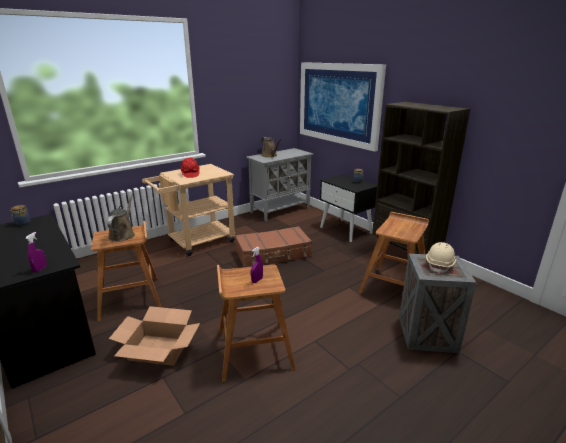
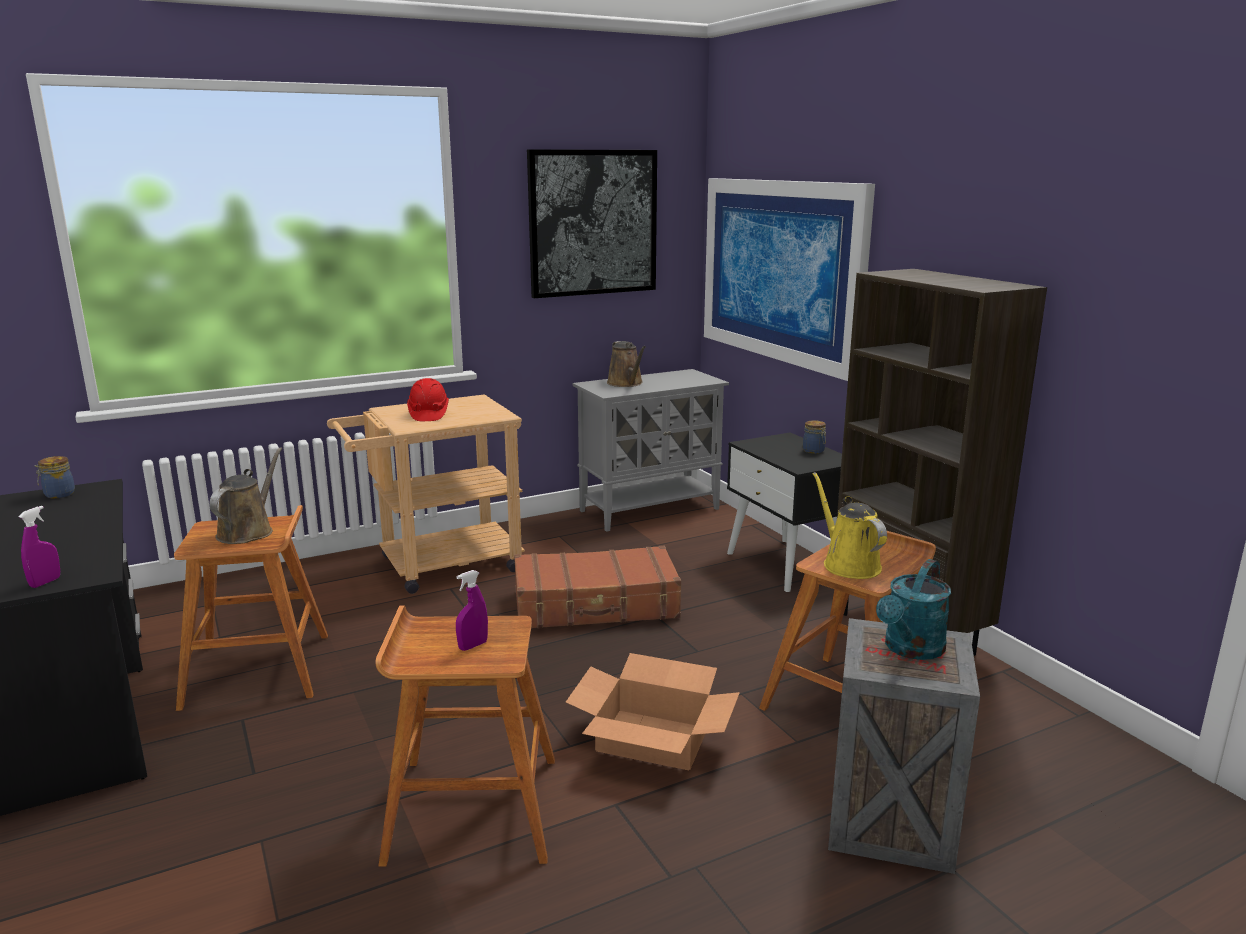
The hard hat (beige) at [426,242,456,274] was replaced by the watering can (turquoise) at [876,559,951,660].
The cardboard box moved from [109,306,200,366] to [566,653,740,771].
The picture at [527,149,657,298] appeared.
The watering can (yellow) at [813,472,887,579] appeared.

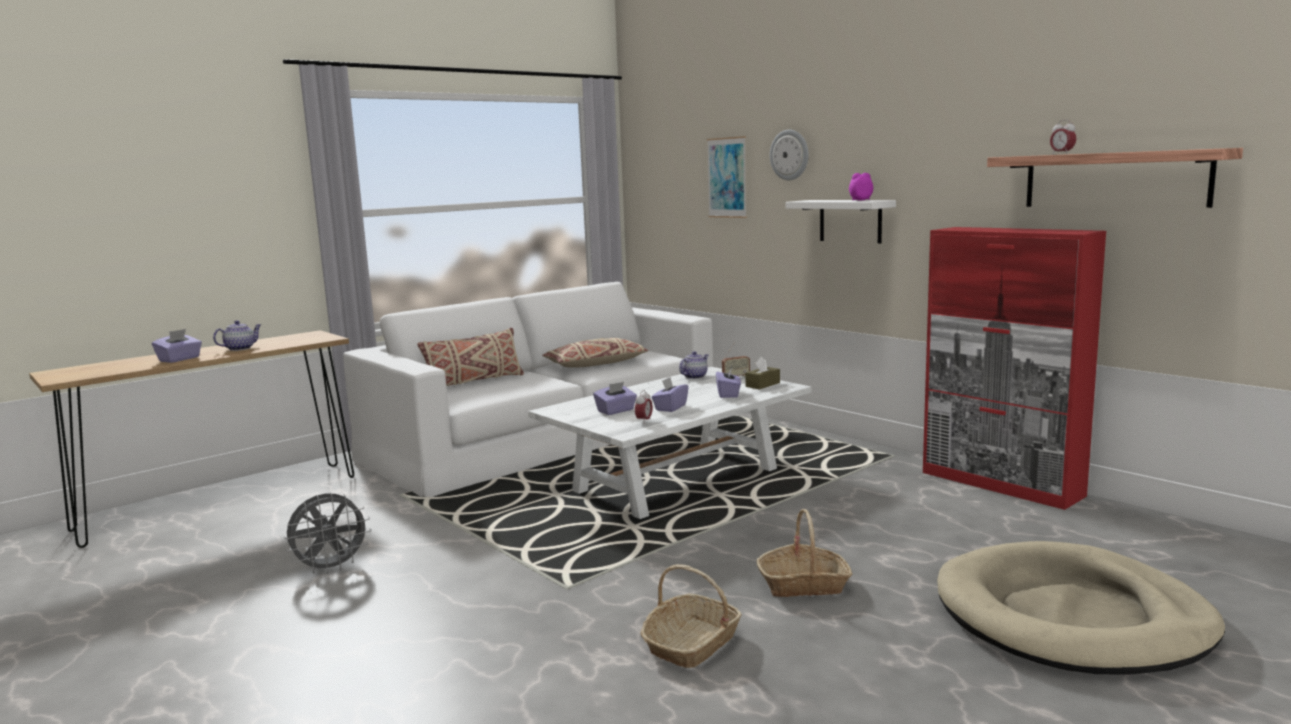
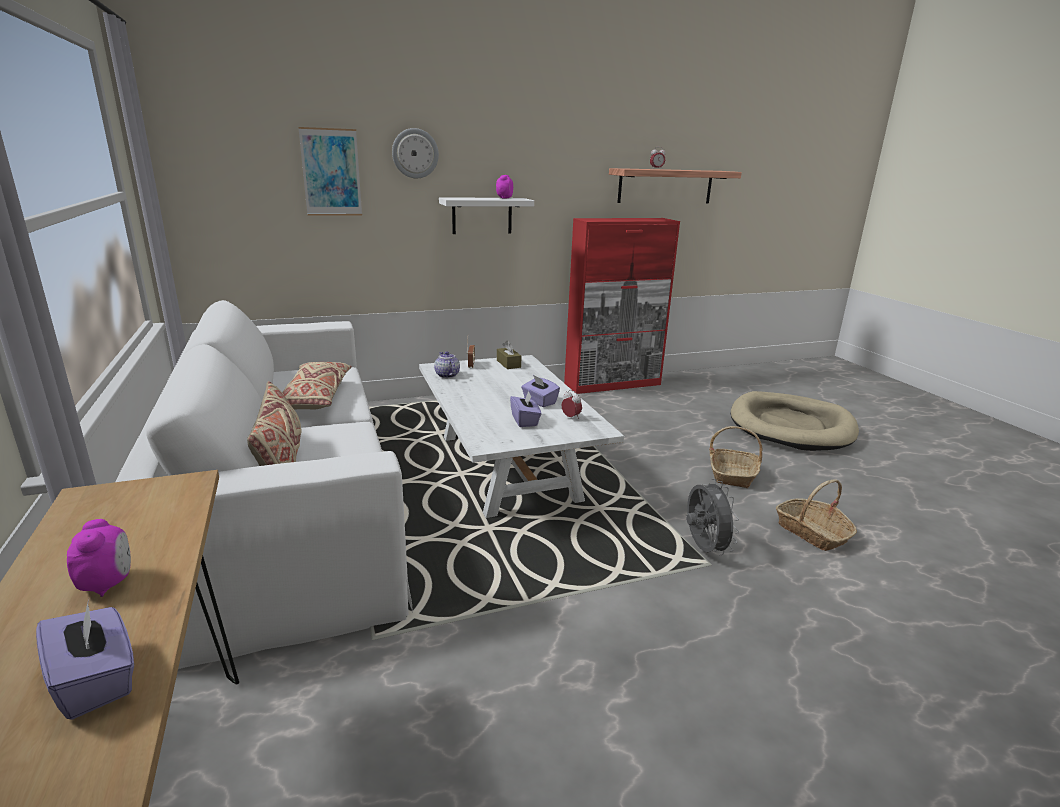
The teapot at [213,320,261,351] was replaced by the alarm clock at [67,519,131,597].
The tissue box (purple) at [716,366,741,398] disappeared.
The fan (grey) moved from [284,493,371,574] to [686,479,739,555].

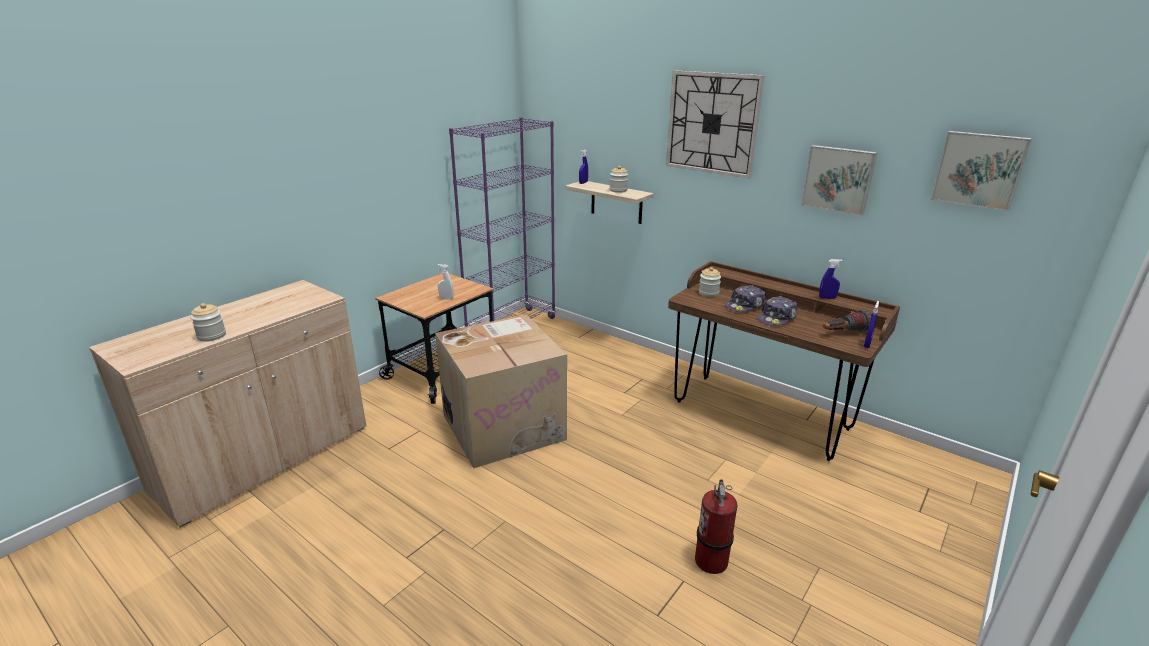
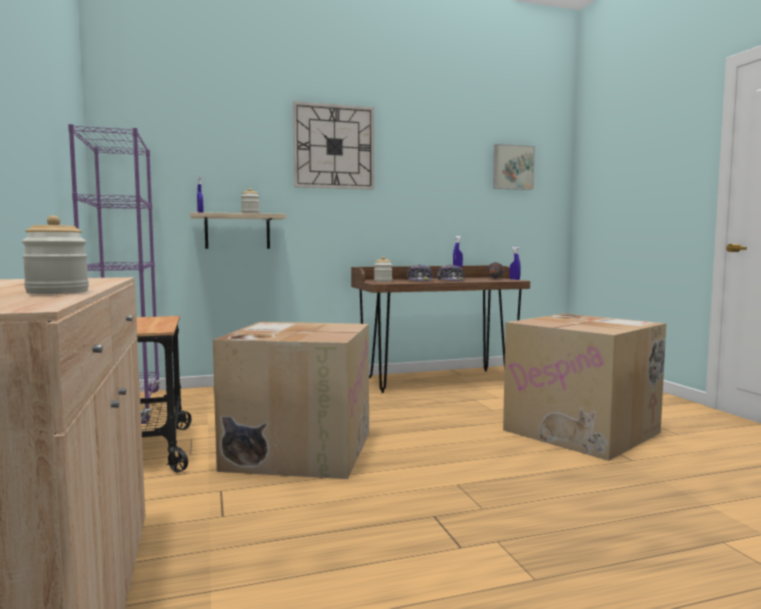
The picture at [801,145,877,216] disappeared.
The spray bottle (white) at [438,264,454,300] disappeared.
The fire extinguisher at [695,479,737,574] was replaced by the cardboard box at [503,313,666,461].

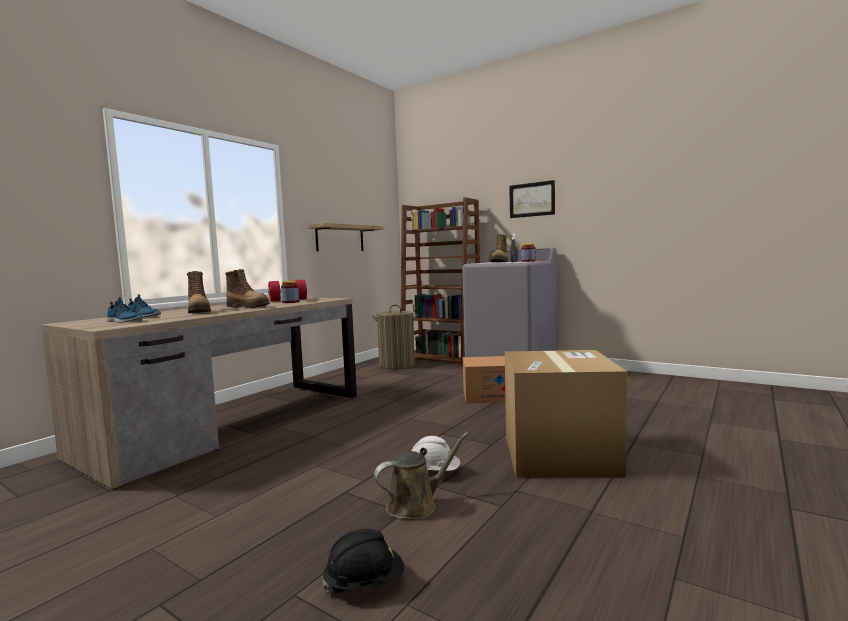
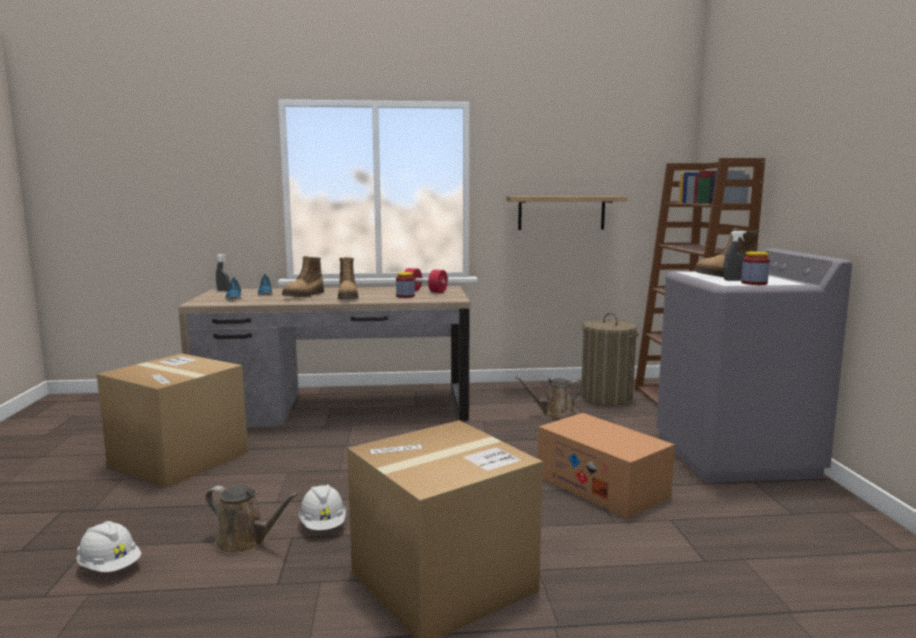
The picture at [509,180,555,218] disappeared.
The hard hat (black) at [323,529,404,594] became the hard hat (white) at [76,521,141,572].
The spray bottle (grey) at [216,254,230,291] appeared.
The cardboard box at [97,353,248,488] appeared.
The watering can (brown) at [515,377,584,419] appeared.

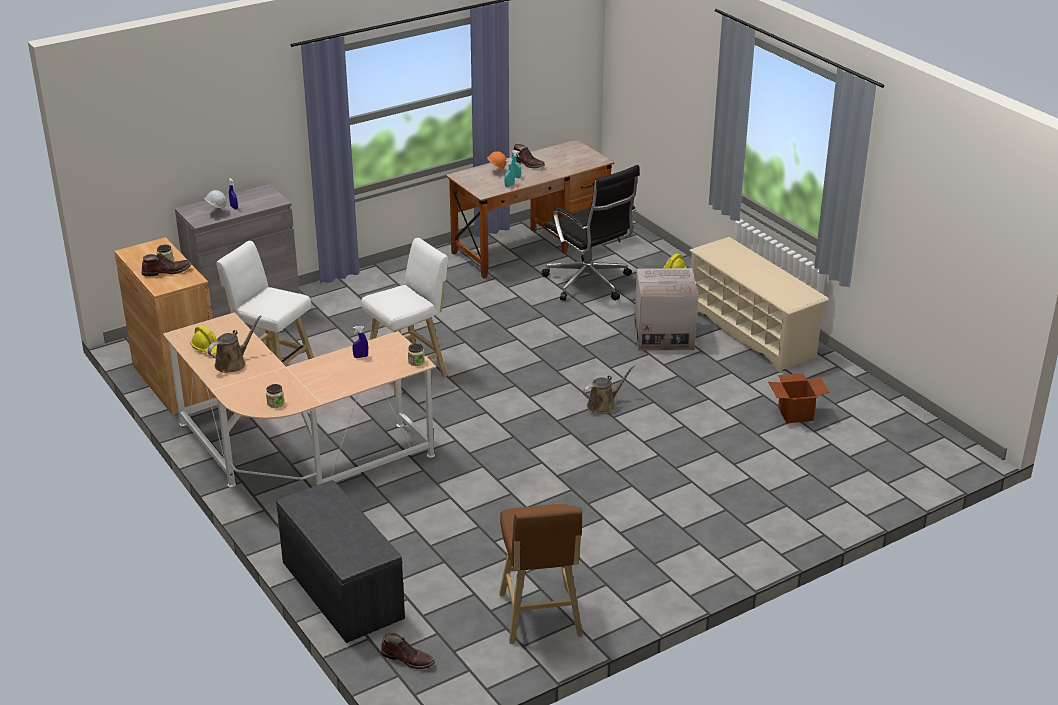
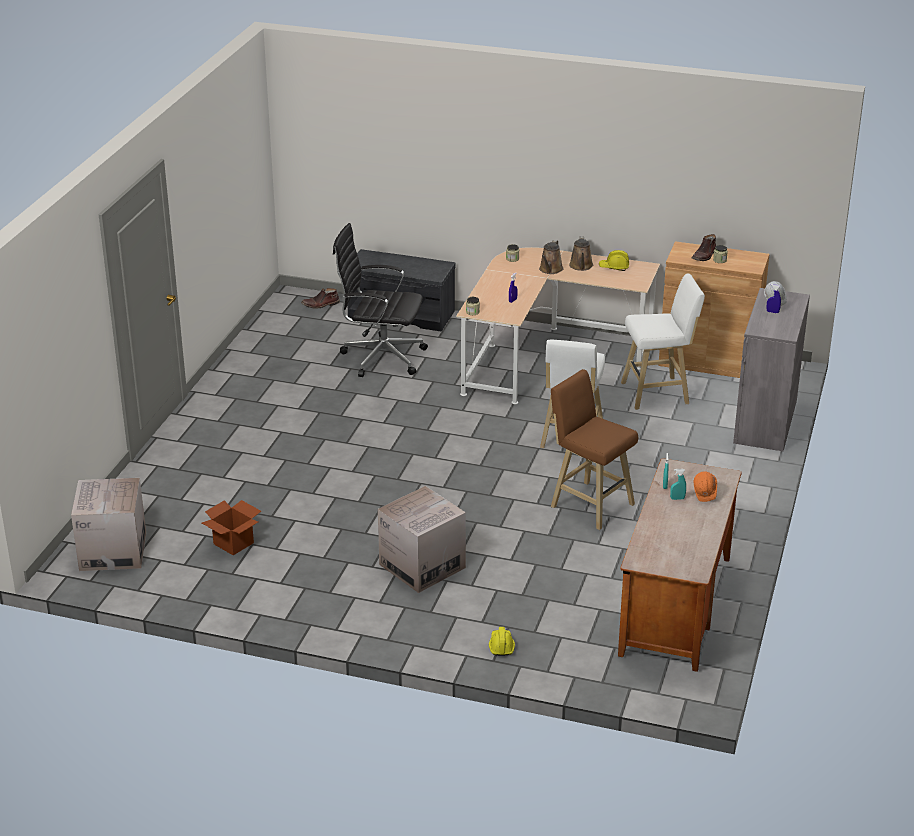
The boot (brown) at [512,144,545,168] disappeared.
The office chair (black) moved from [542,165,640,301] to [333,223,428,377].
The shoe rack (beige) at [689,237,829,373] disappeared.
The watering can (brown) moved from [583,365,635,413] to [539,240,563,274].
The stool (brown) moved from [499,504,583,644] to [551,369,638,530].
The cardboard box at [71,478,146,571] appeared.

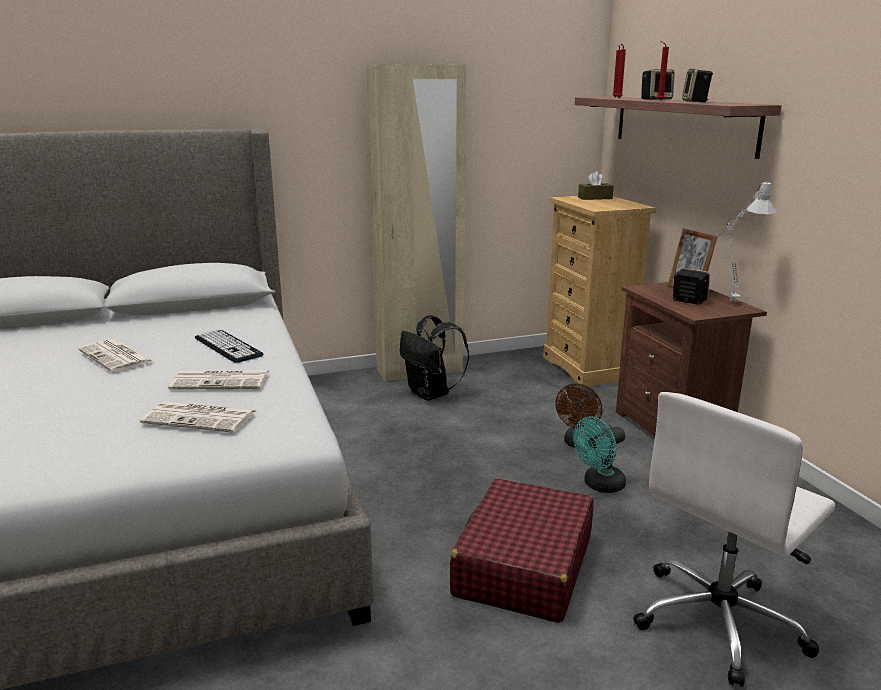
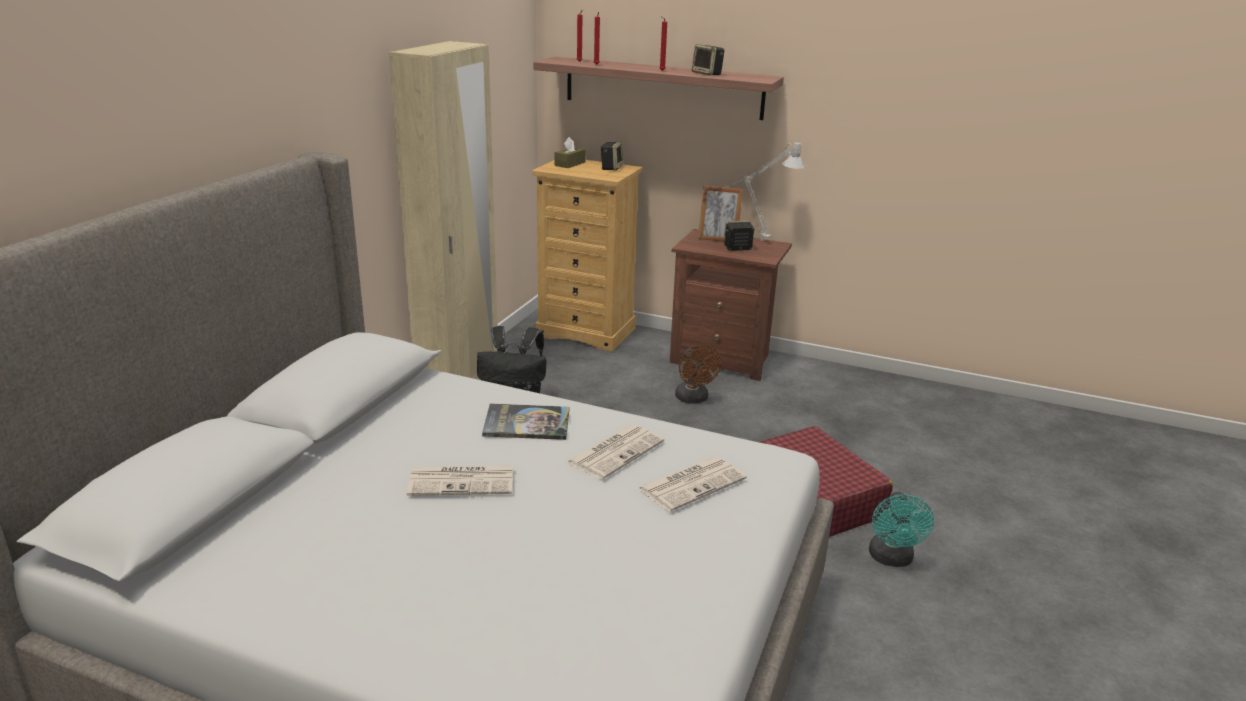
The speaker moved from [641,69,675,100] to [600,141,623,170].
The keyboard at [195,329,263,363] was replaced by the book at [482,404,569,440].
The office chair (white) at [633,392,836,687] disappeared.
The fan (turquoise) moved from [573,416,626,493] to [869,492,934,567].

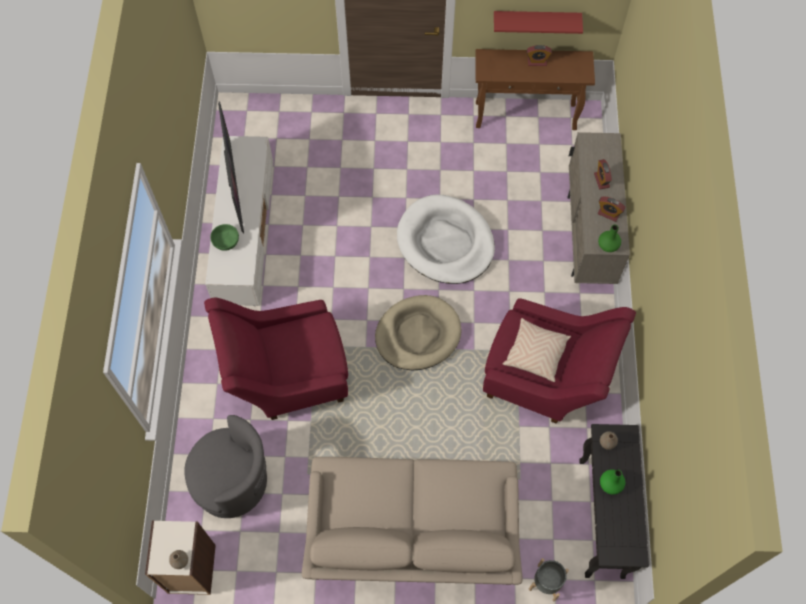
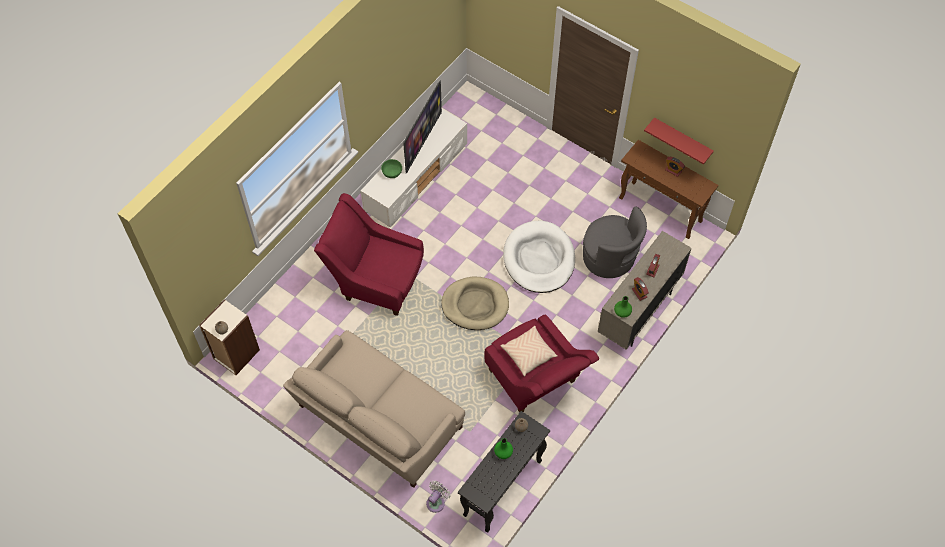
The armchair (grey) moved from [184,415,267,518] to [583,206,647,278].
The planter (grey) at [529,558,569,601] was replaced by the fan (white) at [426,481,451,513].

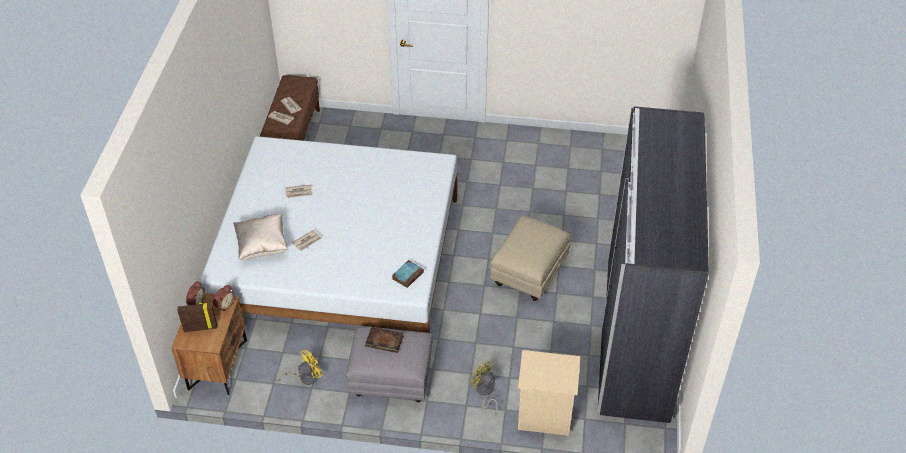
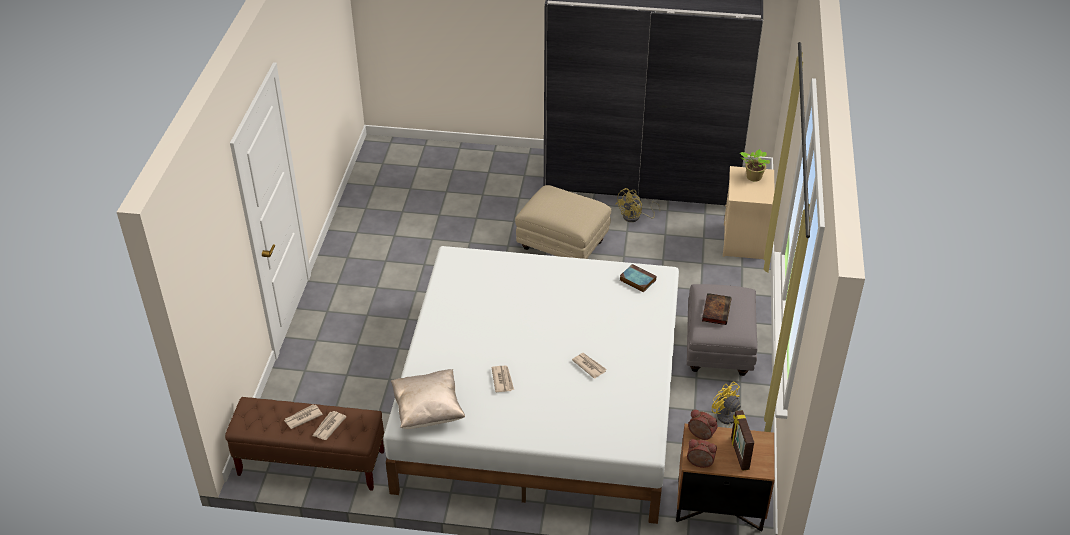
The pillow (beige) moved from [233,214,288,260] to [391,369,465,429].
The fan (yellow) moved from [470,359,498,414] to [615,188,661,222].
The potted plant at [740,149,770,182] appeared.

